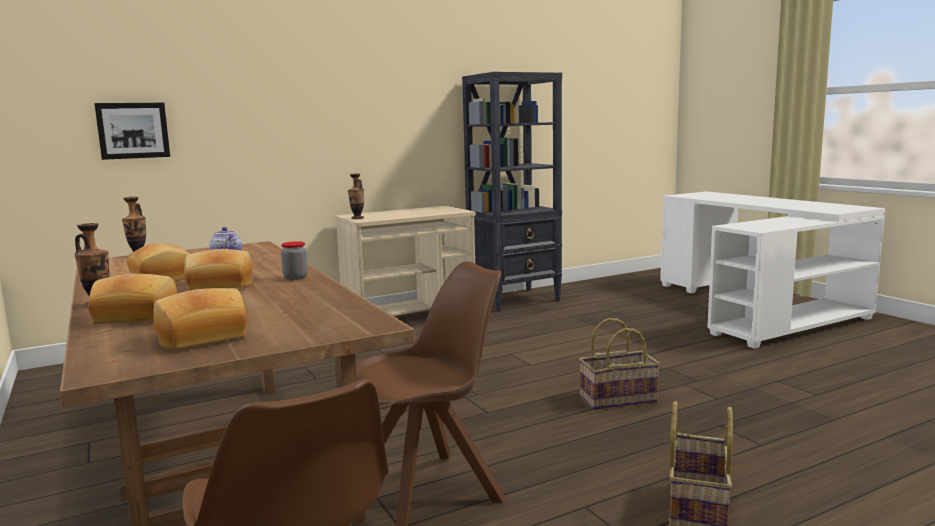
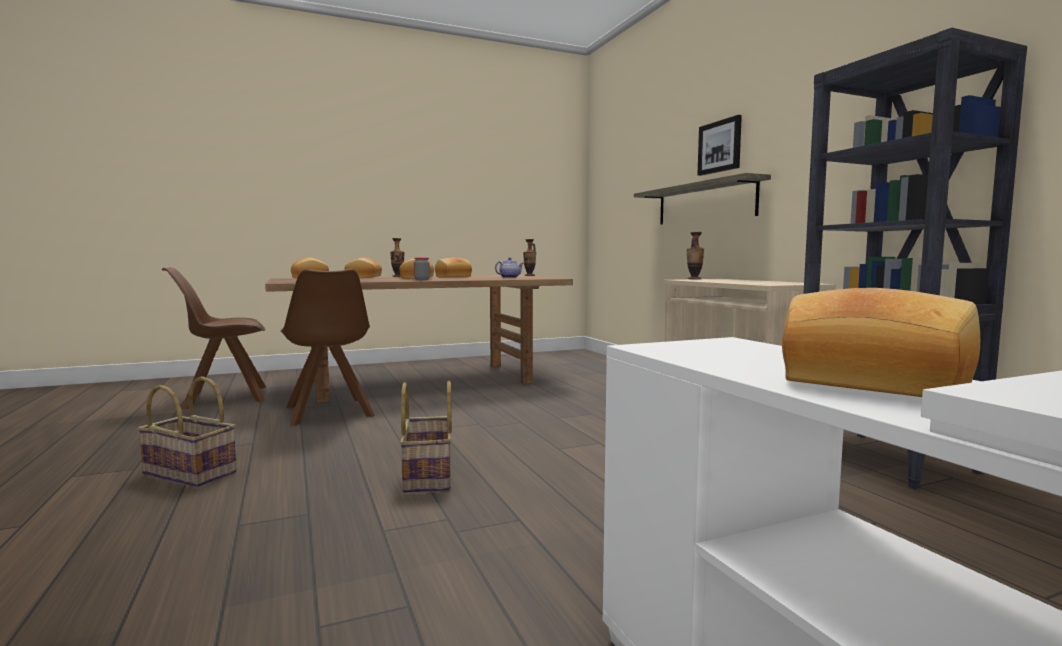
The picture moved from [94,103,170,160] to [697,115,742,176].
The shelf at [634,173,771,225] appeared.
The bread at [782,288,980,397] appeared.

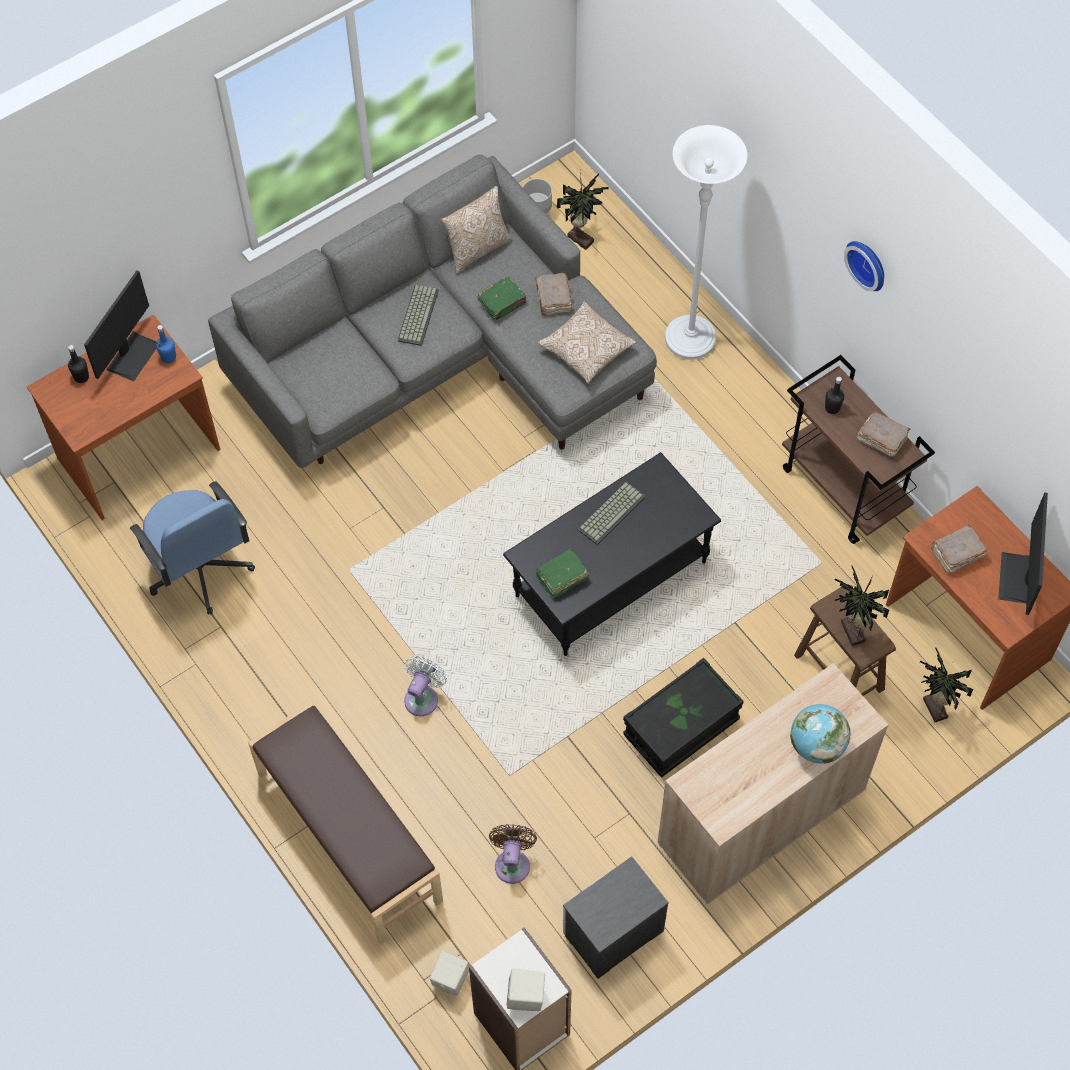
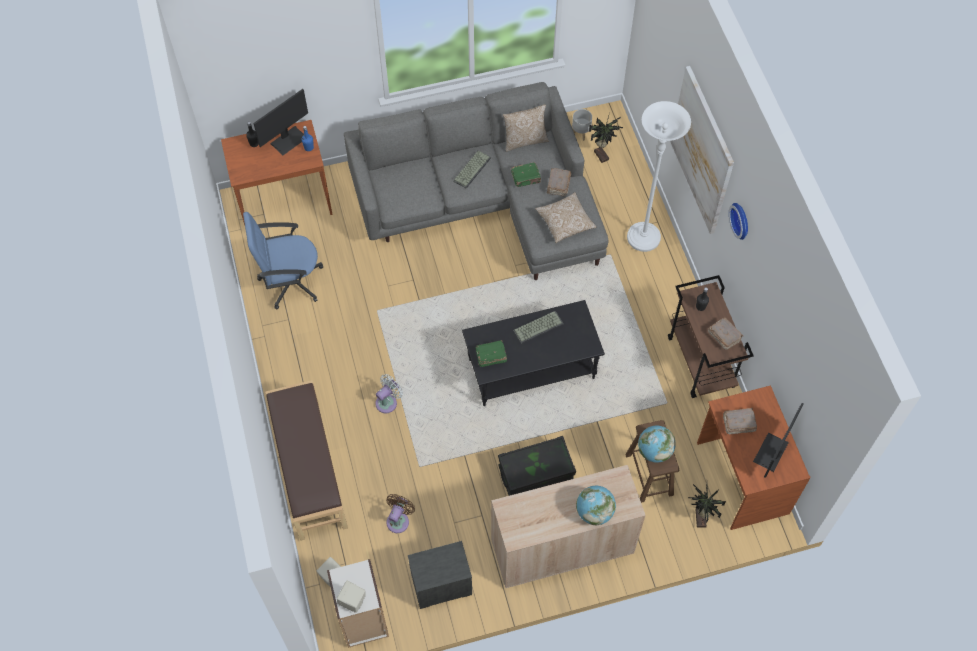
The office chair (blue) at [130,481,255,614] turned 90 degrees clockwise.
The potted plant at [835,566,889,646] was replaced by the globe at [638,425,676,463].
The picture at [671,66,734,234] appeared.

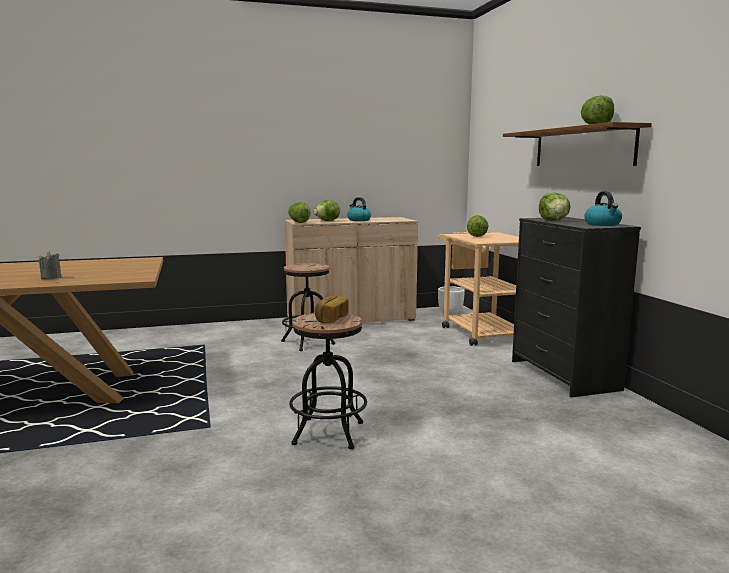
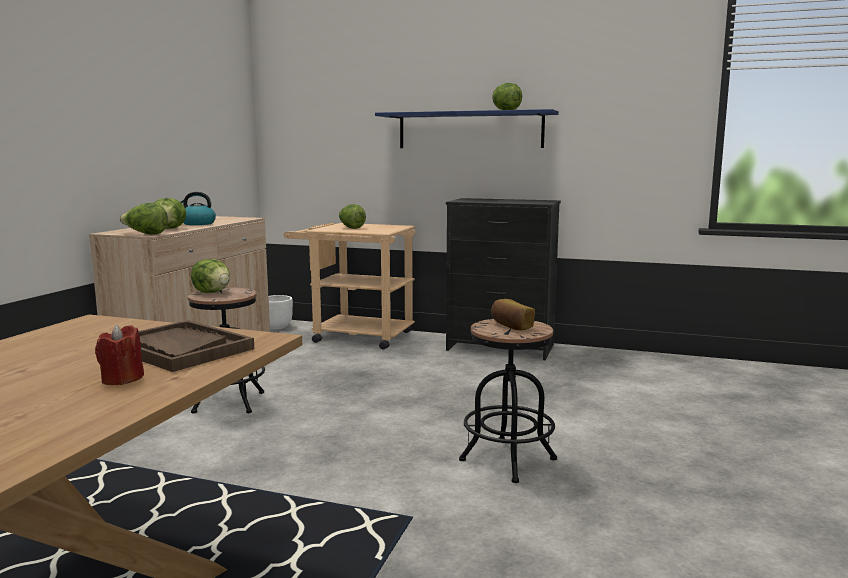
The shelf (brown) at [503,122,652,166] became the shelf (blue) at [375,109,559,148].
The kettle at [584,191,622,226] disappeared.
The lettuce moved from [539,193,571,221] to [191,259,230,293].
The candle (grey) at [39,251,61,279] became the candle (red) at [95,325,144,385].
The tray (brown) at [139,320,254,372] appeared.

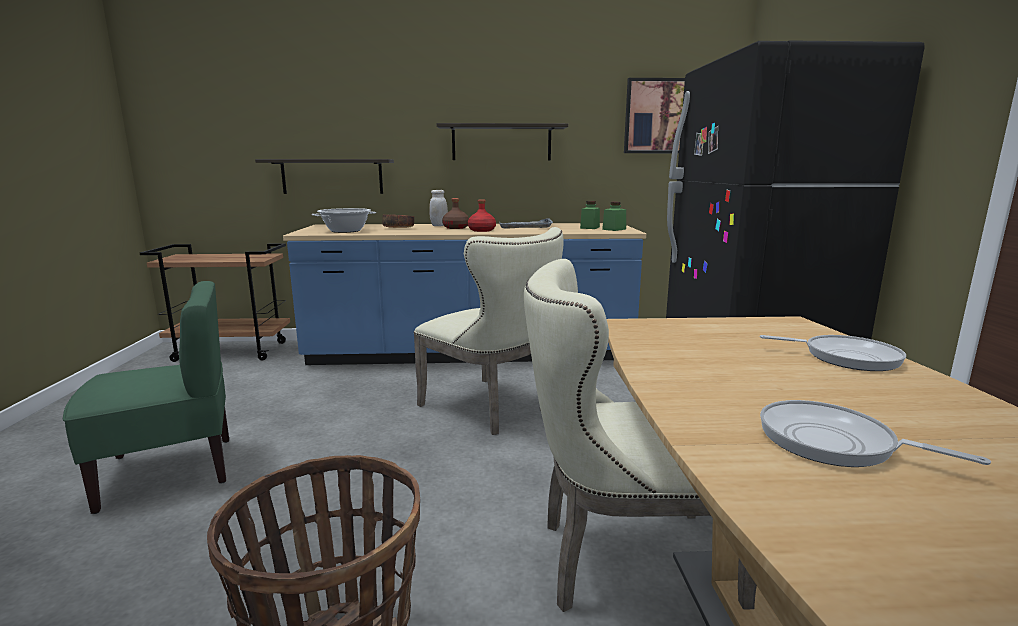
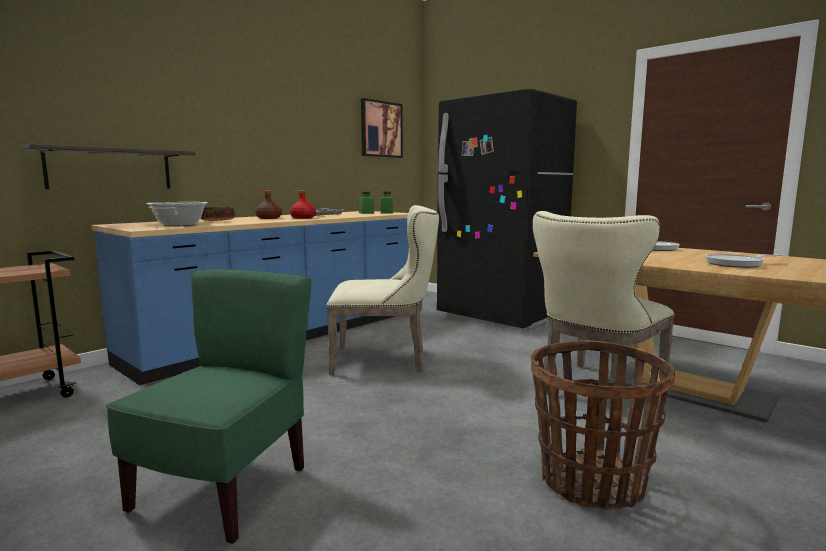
The shelf at [437,123,568,160] disappeared.
The jar (white) at [429,190,448,226] disappeared.

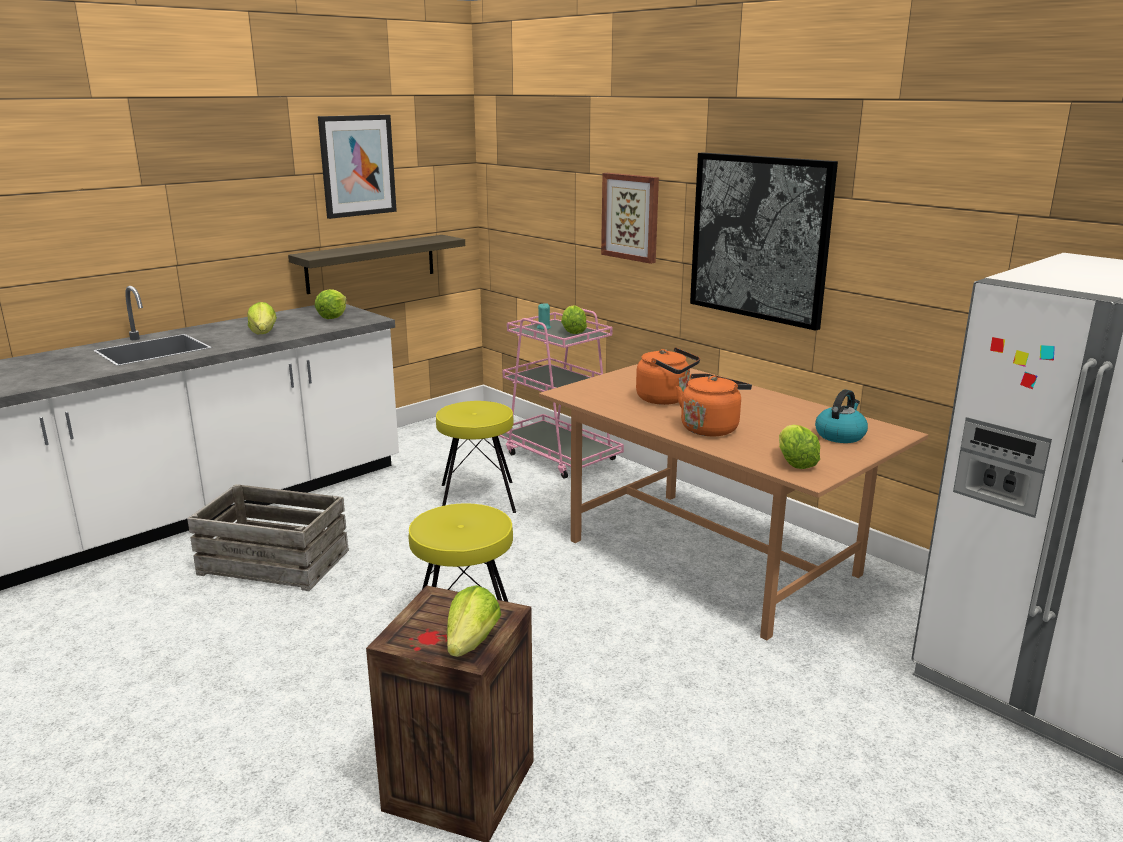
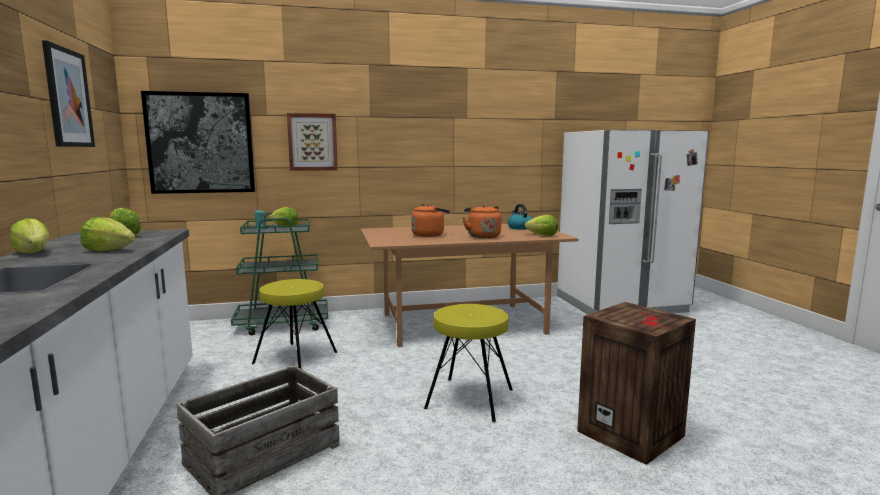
The picture moved from [690,153,838,331] to [141,91,255,194].
The shelf at [288,235,465,294] disappeared.
The cart (pink) at [499,308,624,479] became the cart (green) at [231,212,328,335].
The lettuce moved from [447,585,501,657] to [10,218,50,254].

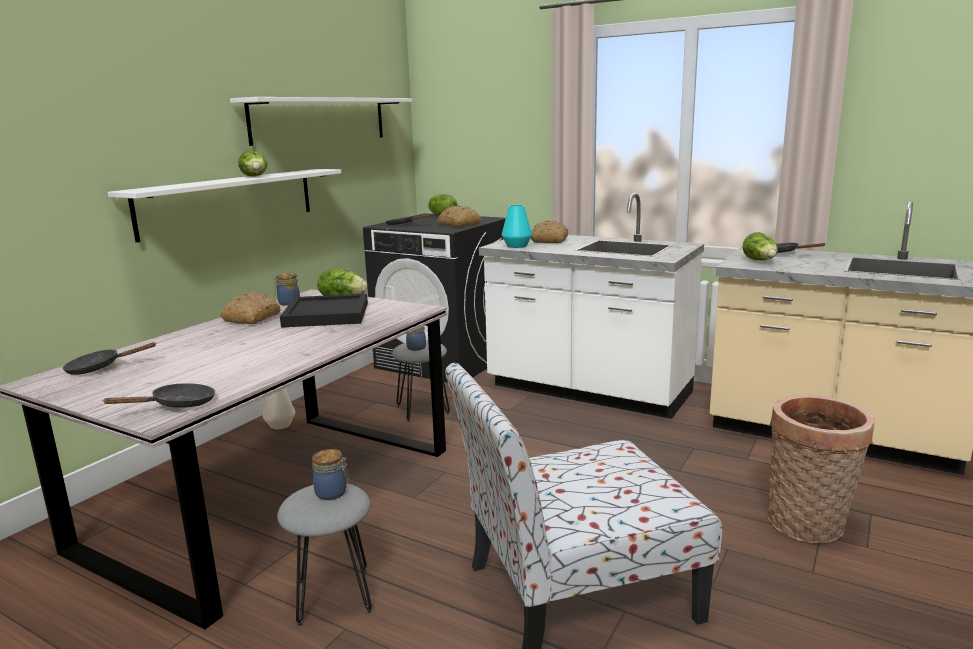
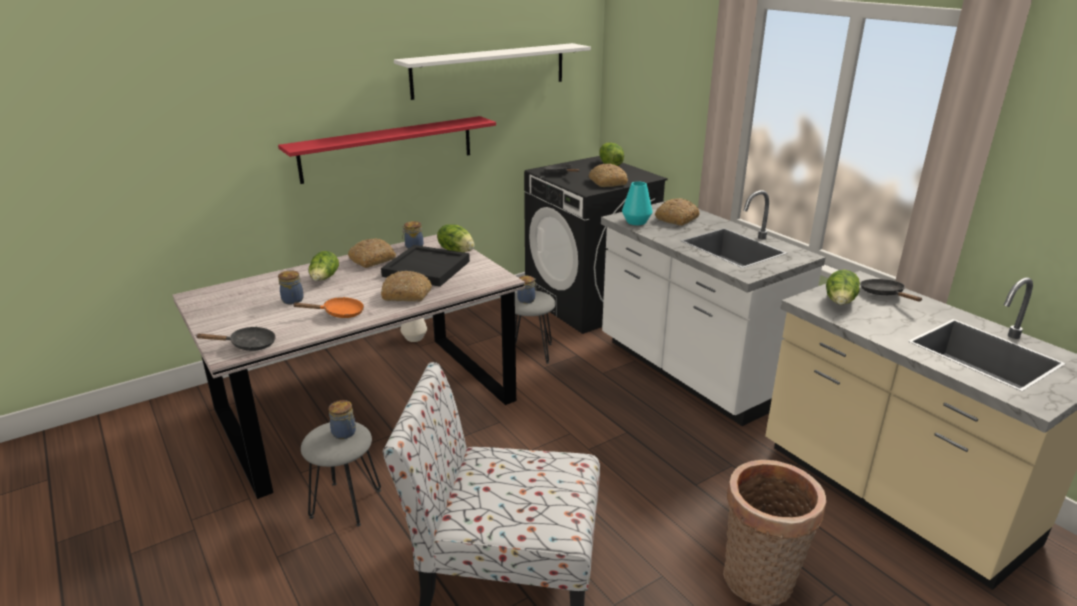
The lettuce moved from [238,150,268,177] to [308,251,339,281].
The shelf (white) at [108,169,341,243] became the shelf (red) at [278,116,496,184].
The frying pan (black) at [63,342,156,375] disappeared.
The jar at [278,270,304,304] appeared.
The bread at [381,271,432,302] appeared.
The frying pan (orange) at [292,297,364,318] appeared.

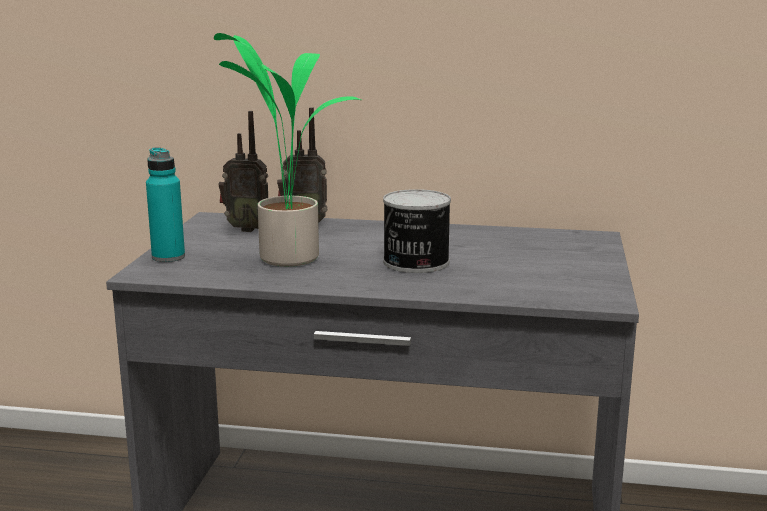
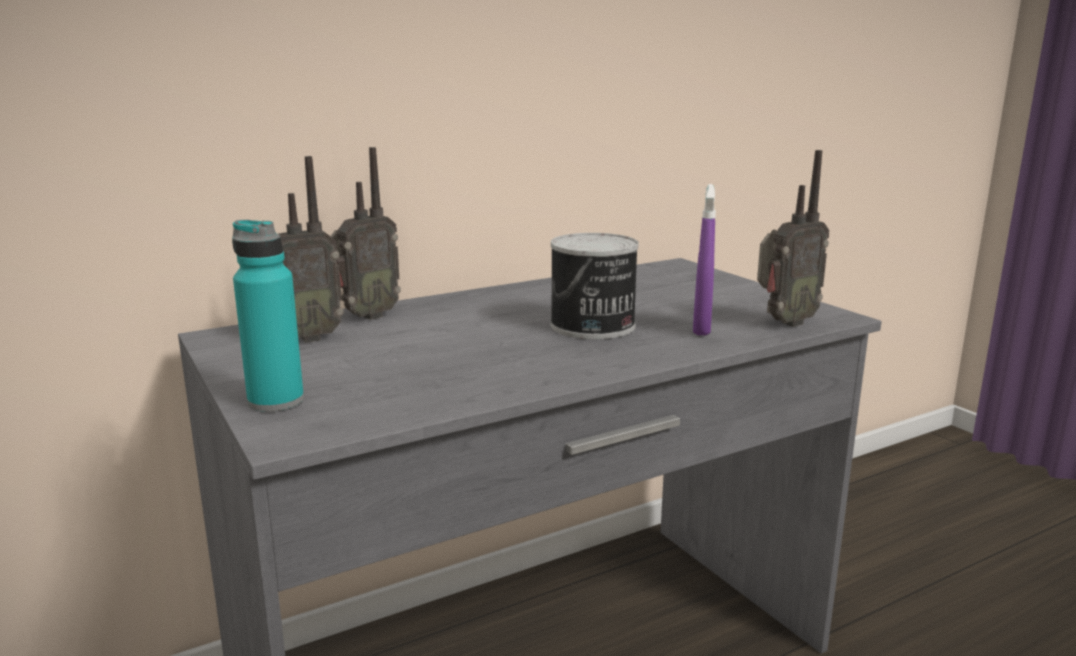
The potted plant at [214,33,361,267] disappeared.
The radio at [757,150,829,327] appeared.
The spray bottle (purple) at [693,184,716,335] appeared.

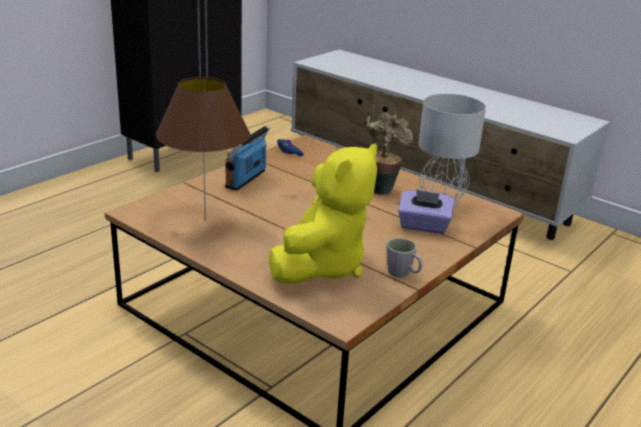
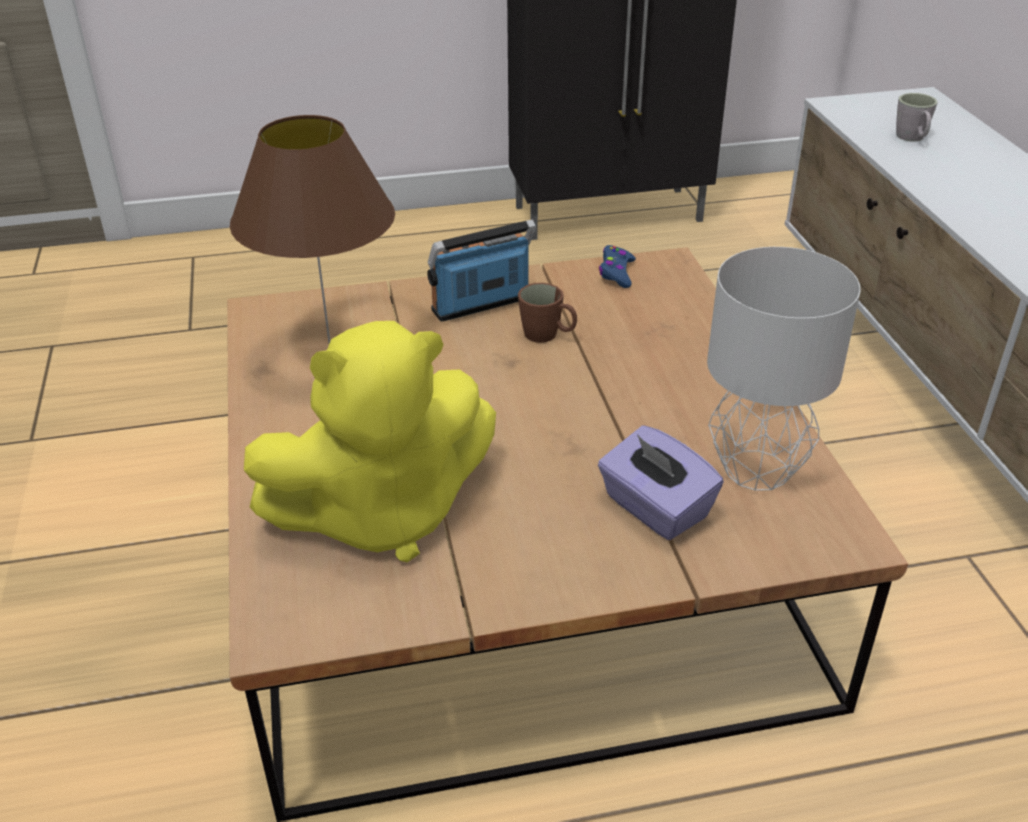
The potted plant at [366,112,413,195] disappeared.
The mug (grey) moved from [387,238,422,278] to [896,93,938,142].
The mug (brown) at [518,283,577,343] appeared.

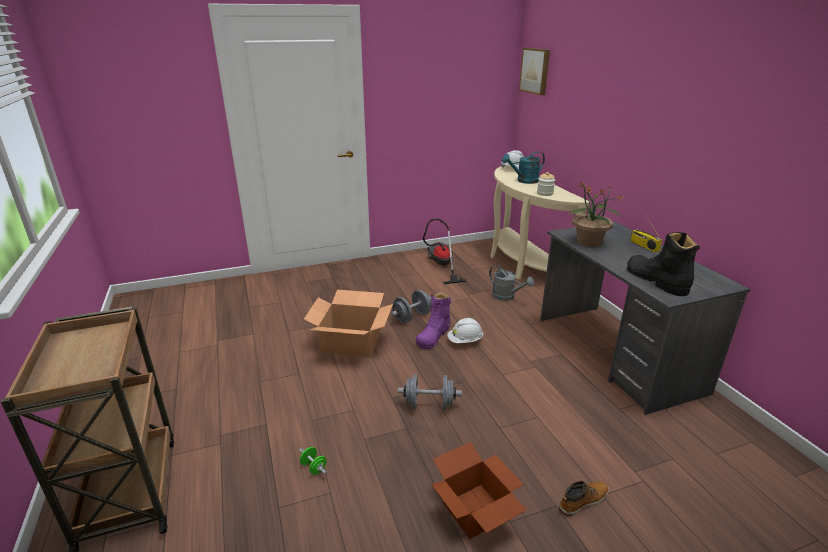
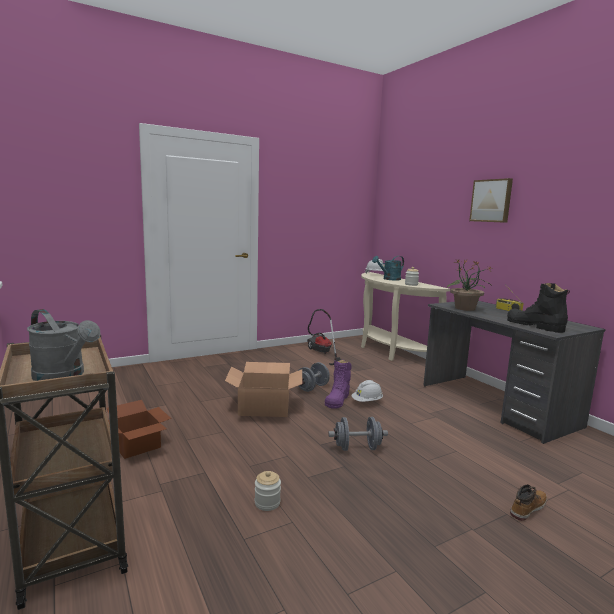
The picture moved from [519,48,550,95] to [469,178,513,223].
The watering can (grey) moved from [489,265,534,301] to [27,309,100,381].
The cardboard box moved from [431,442,527,539] to [107,400,171,459].
The dumbbell (green) at [300,447,327,475] was replaced by the jar at [255,471,281,511].

